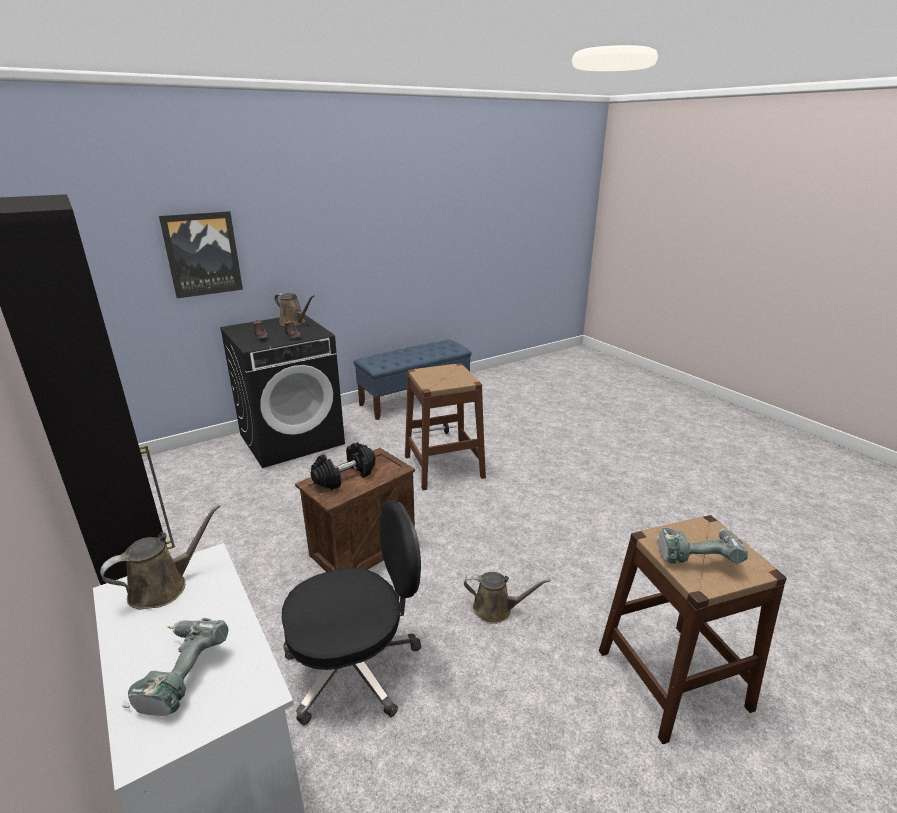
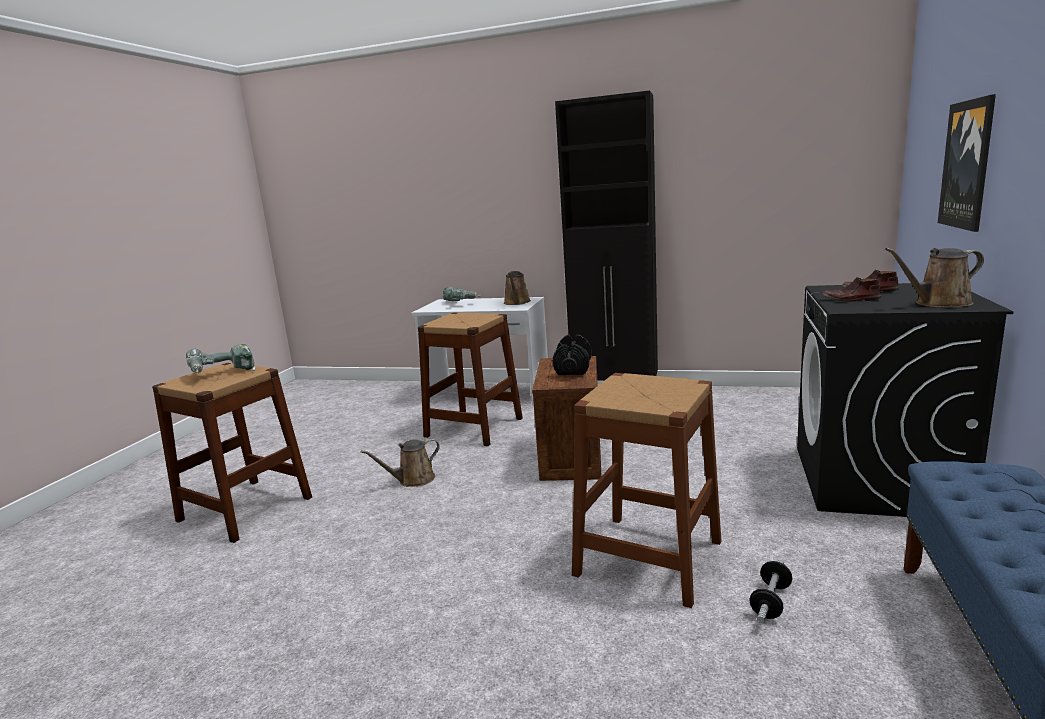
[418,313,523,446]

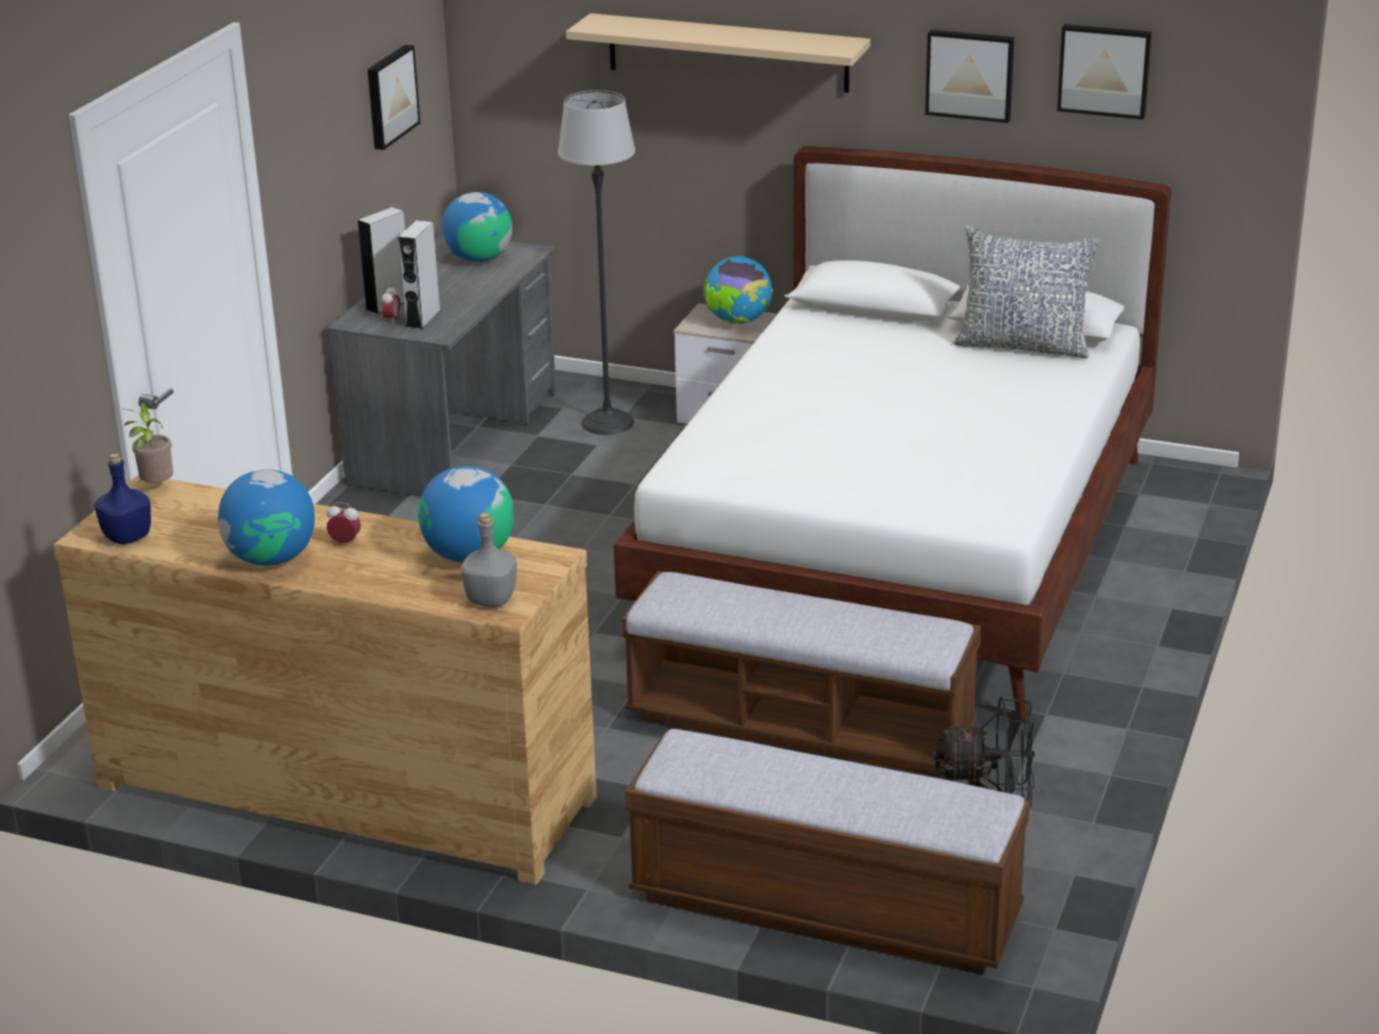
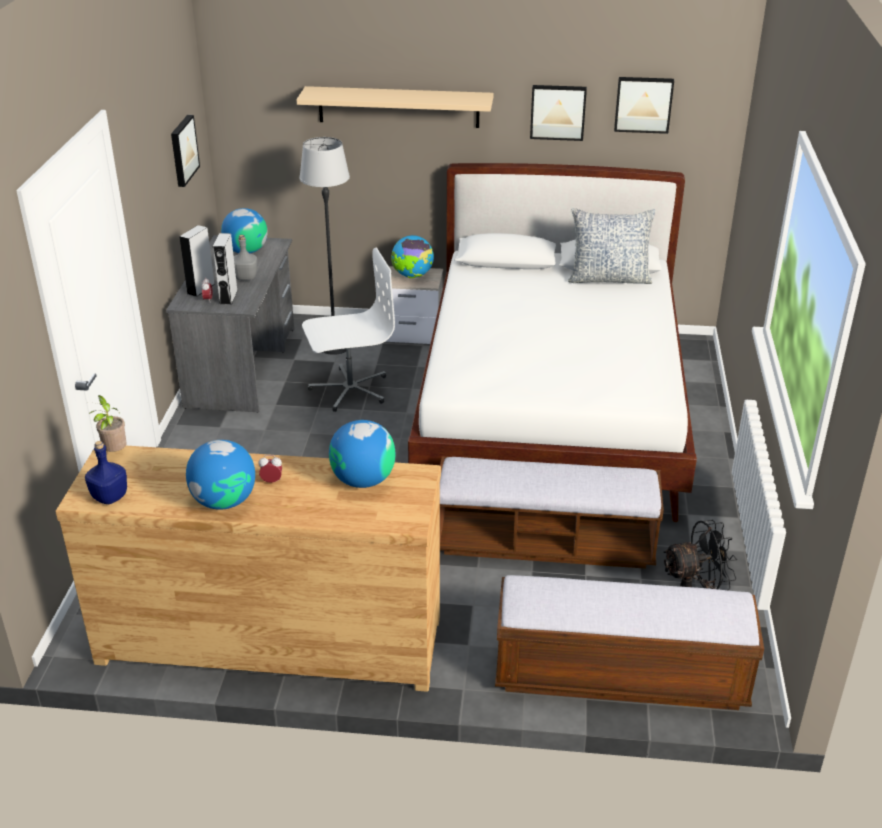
[302,248,395,412]
[234,235,257,281]

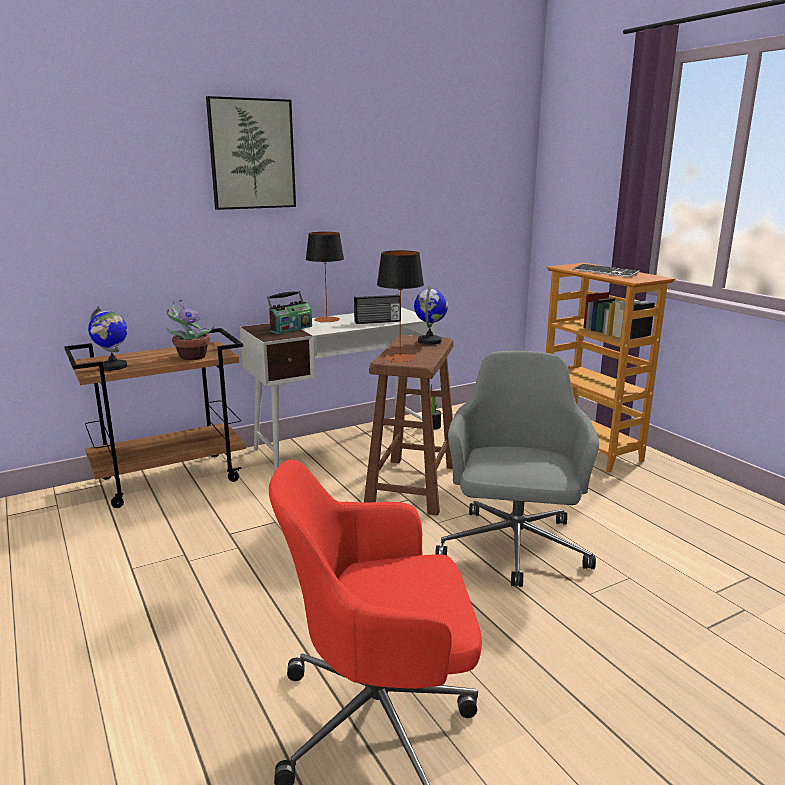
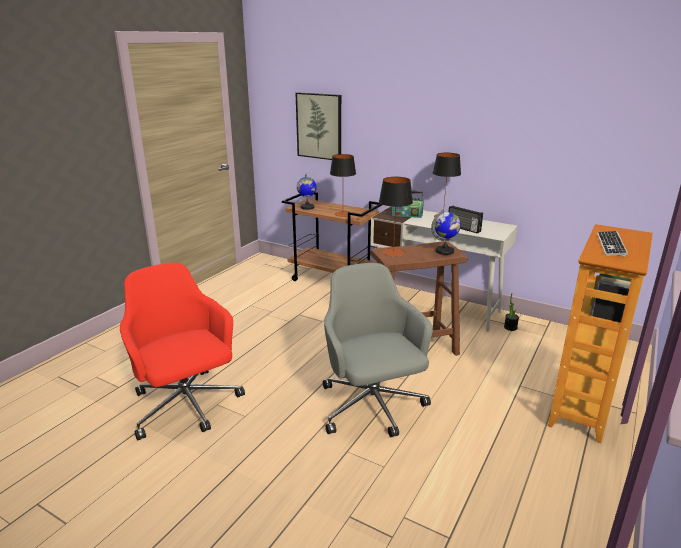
[296,92,341,160]
[330,154,356,217]
[323,263,433,437]

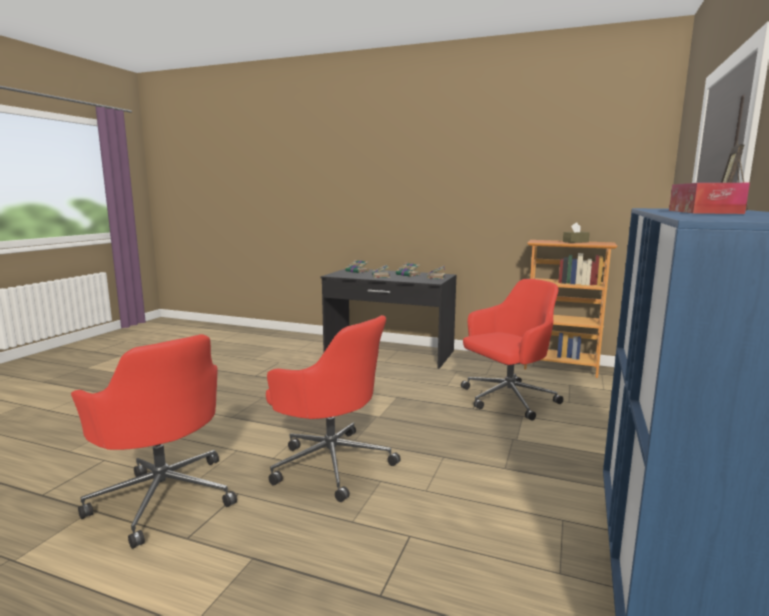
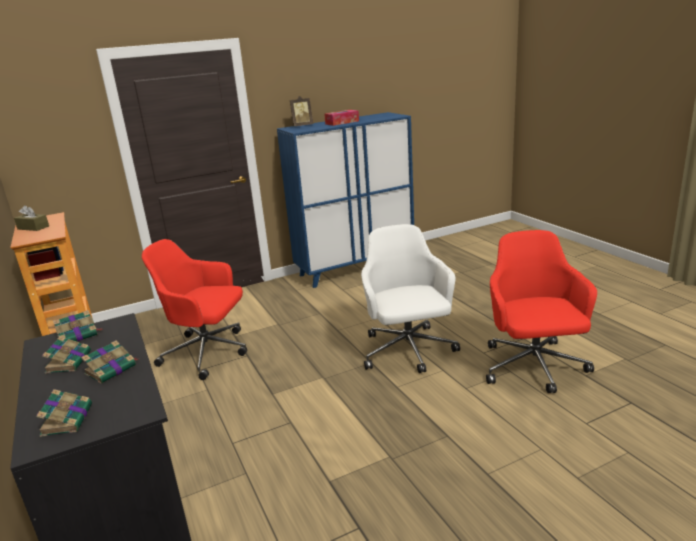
[361,224,460,373]

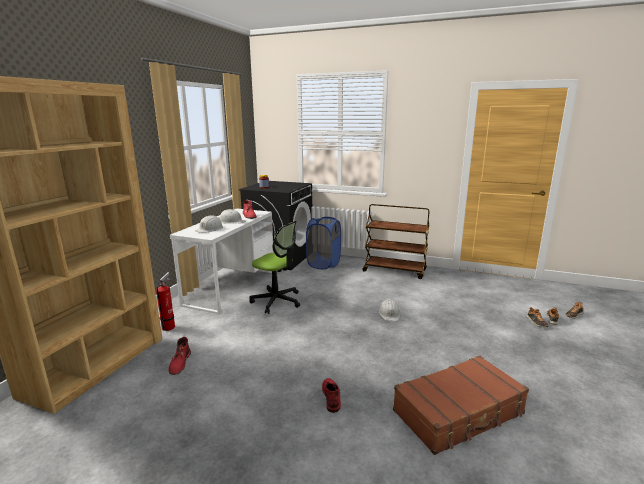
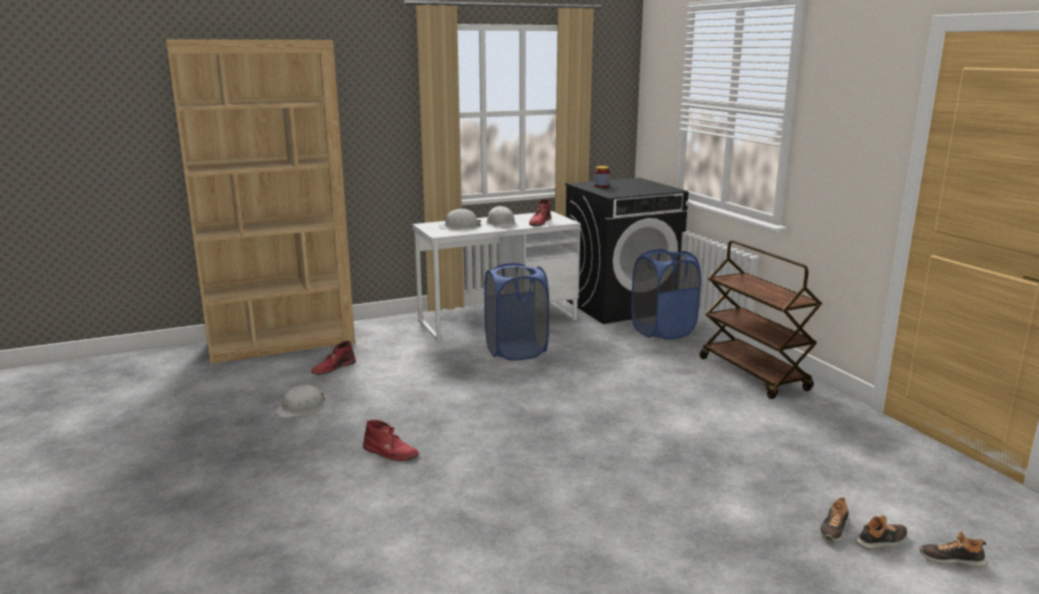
[156,272,175,331] (first image)
[393,355,529,455] (first image)
[274,385,325,418]
[484,263,549,360]
[363,420,419,461]

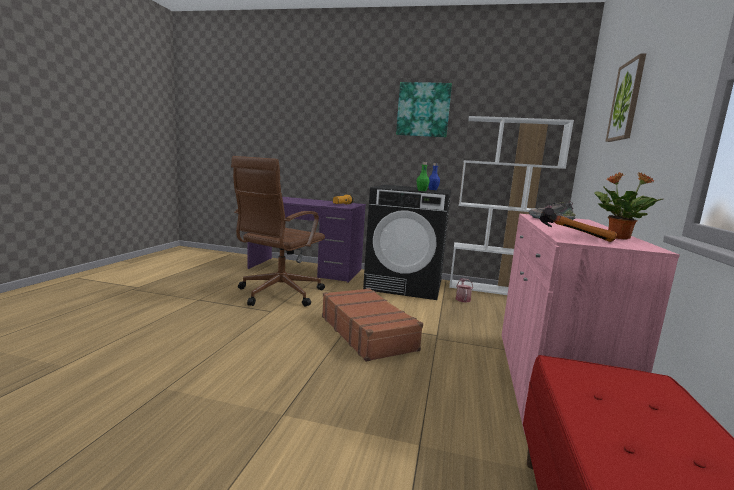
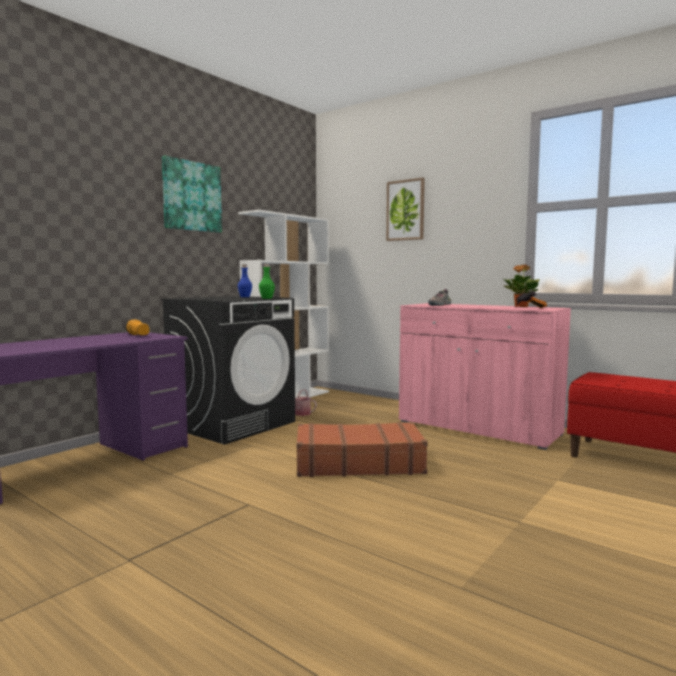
[231,156,325,307] (first image)

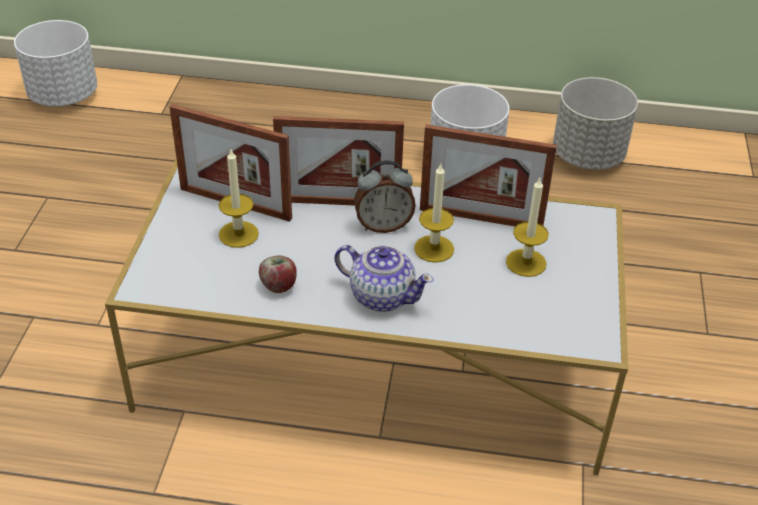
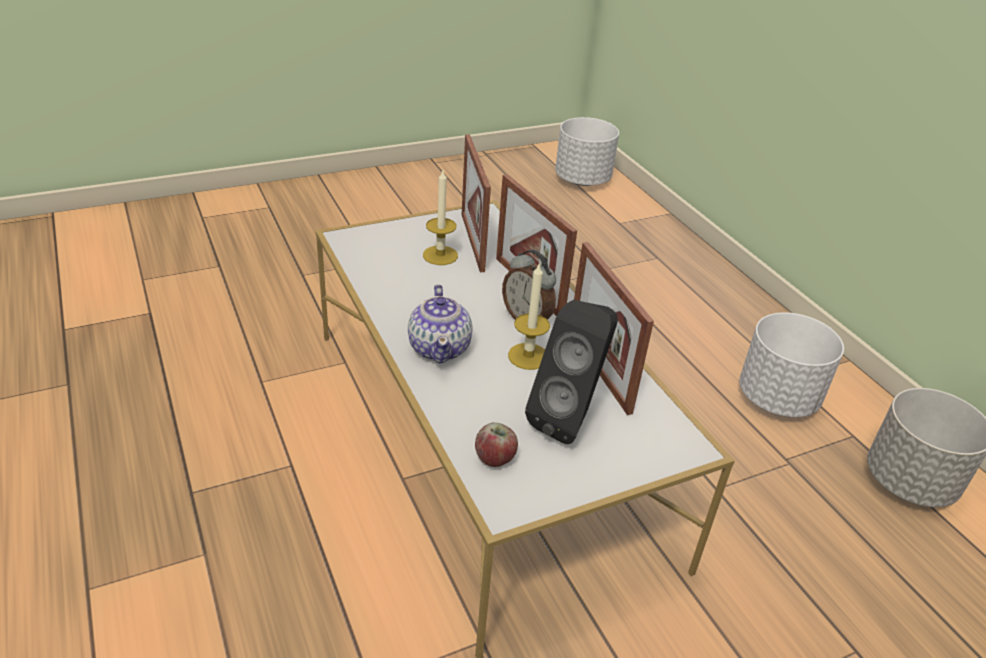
[475,423,518,467]
[525,300,618,444]

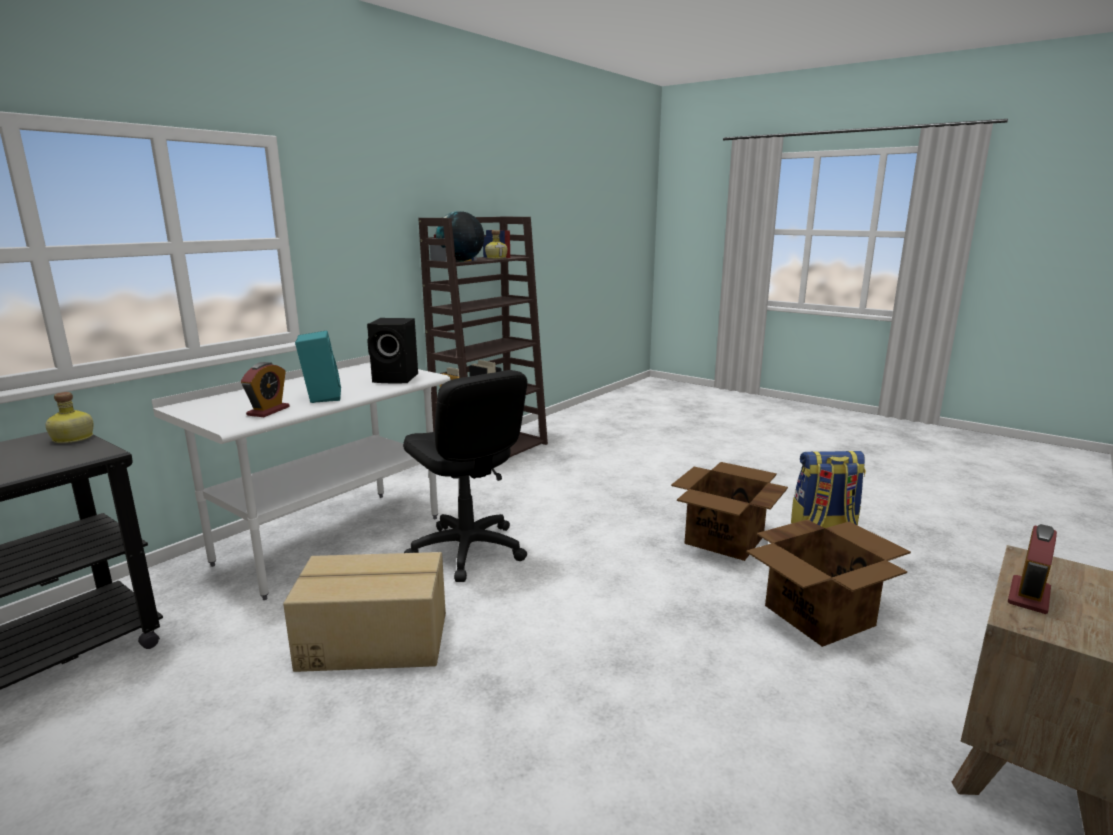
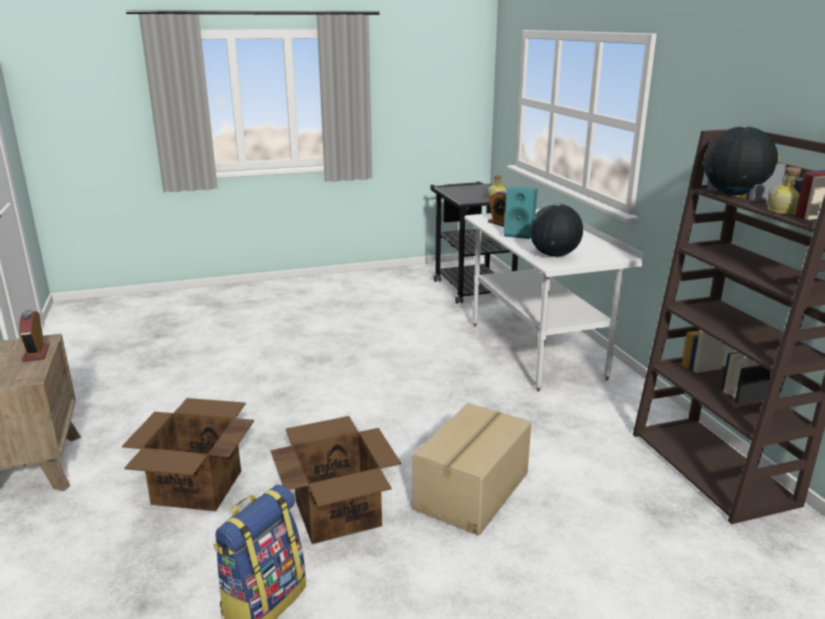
[403,370,527,582] (first image)
[412,403,531,536]
[530,204,583,257]

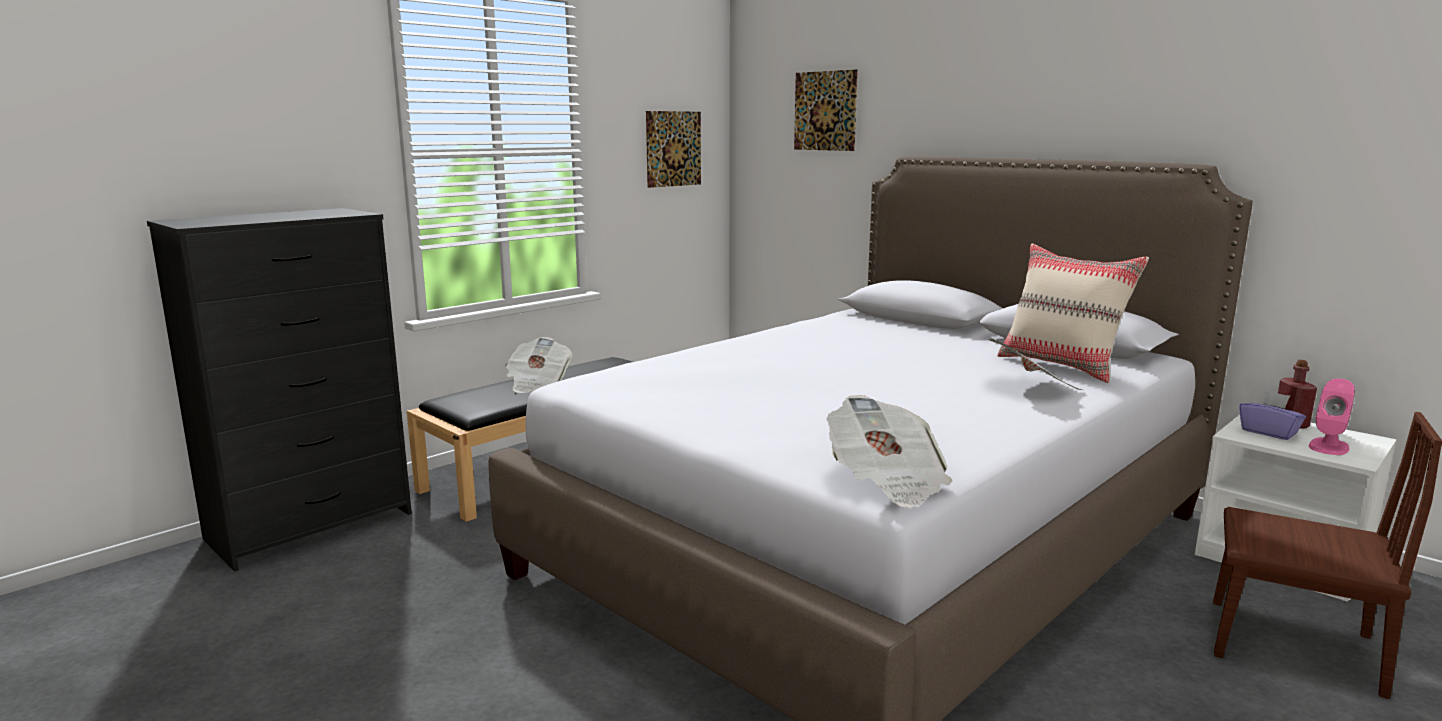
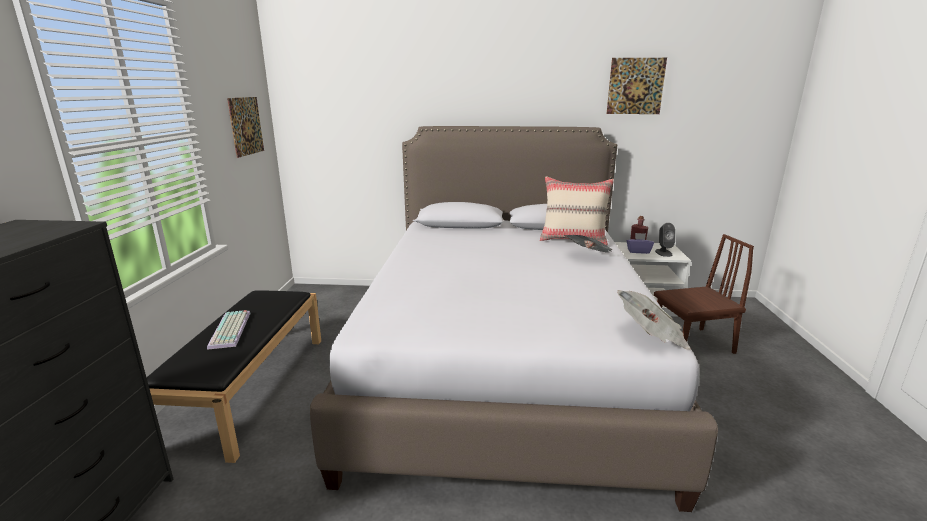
[607,58,667,114]
[207,310,251,350]
[655,223,675,257]

